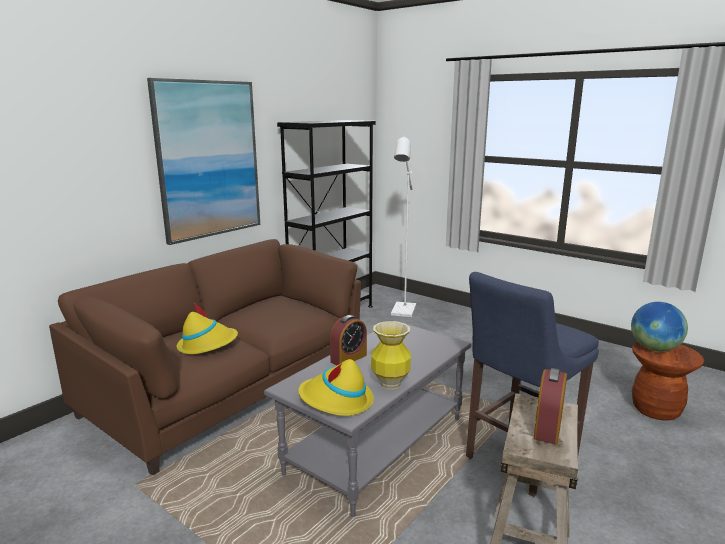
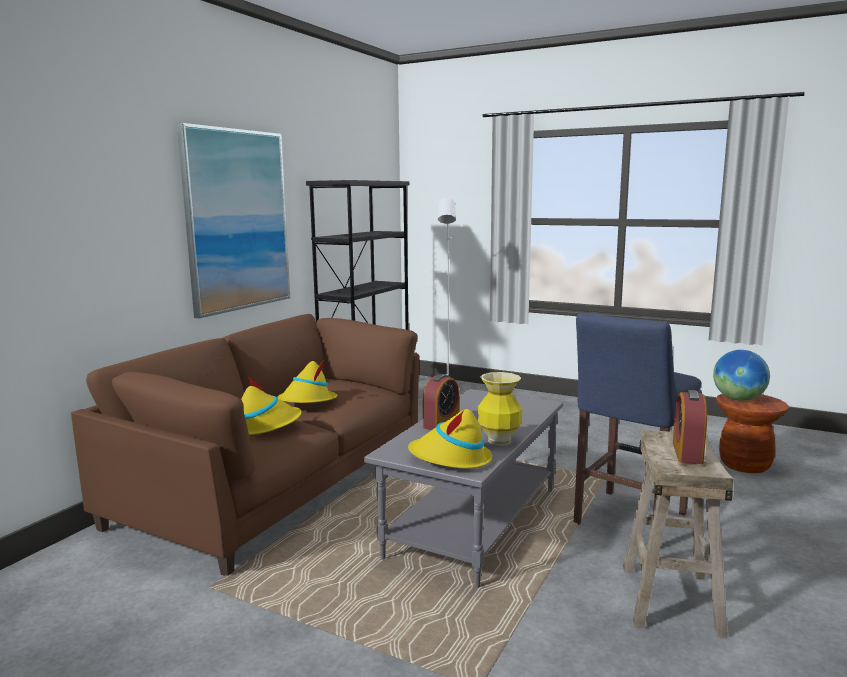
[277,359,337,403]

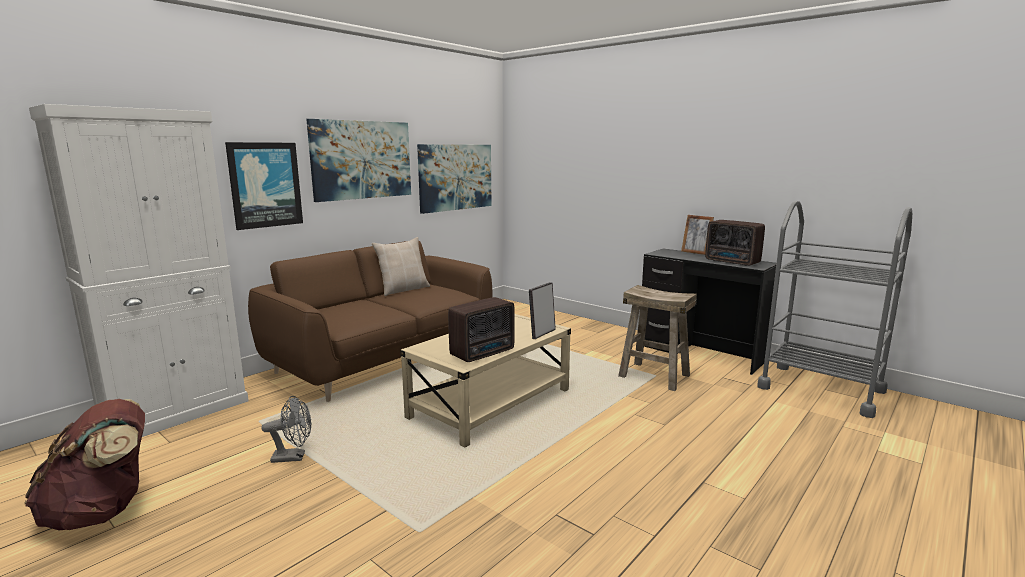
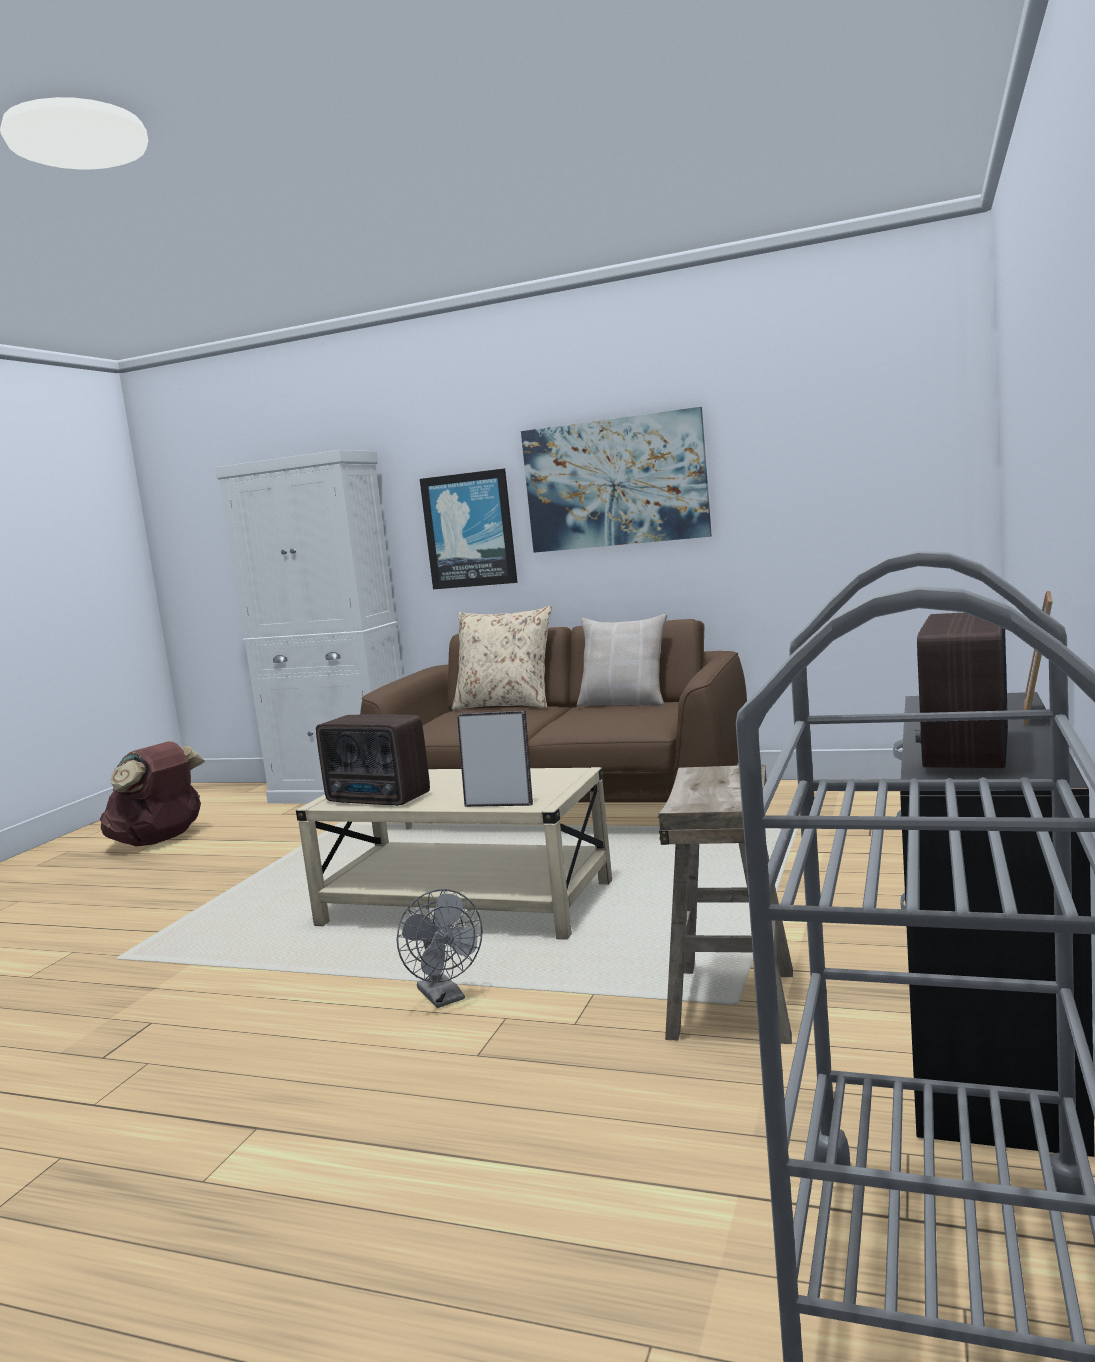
[417,144,492,214] (first image)
[452,606,552,710]
[397,889,483,1008]

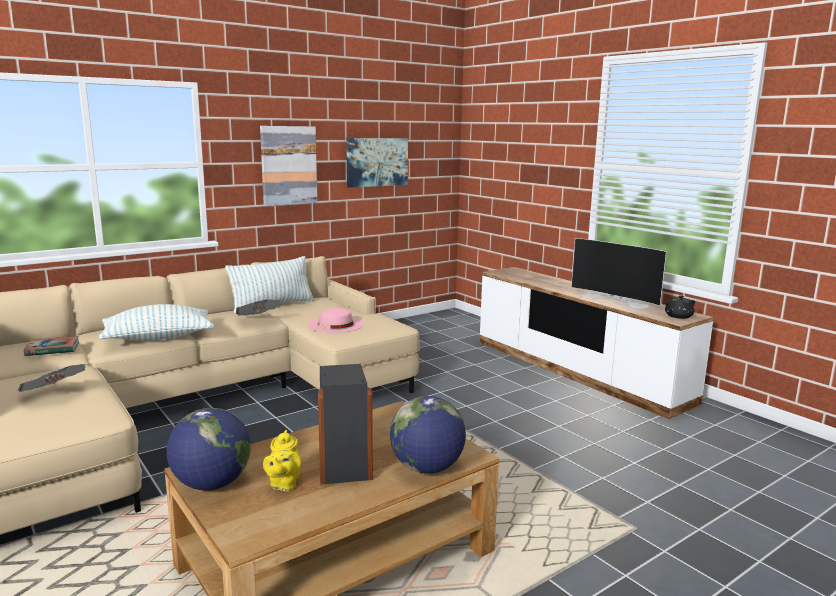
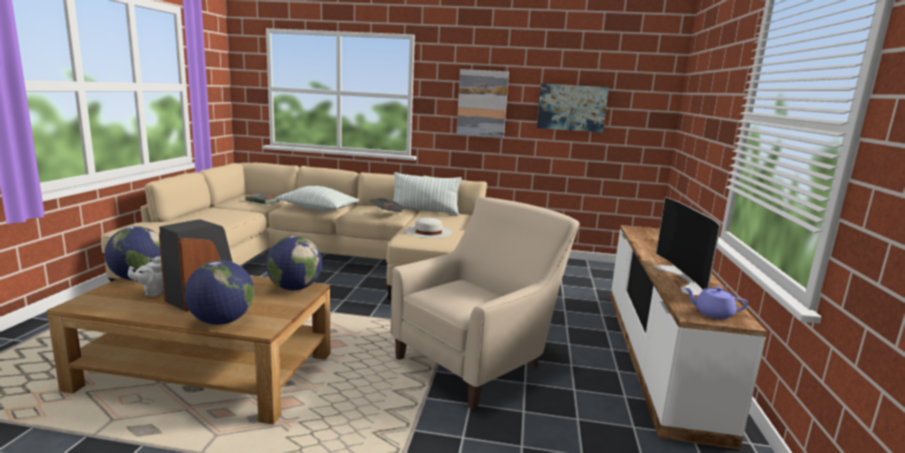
[18,364,85,392] (first image)
[266,236,322,290]
[391,197,580,410]
[128,256,164,297]
[405,217,452,238]
[685,286,748,319]

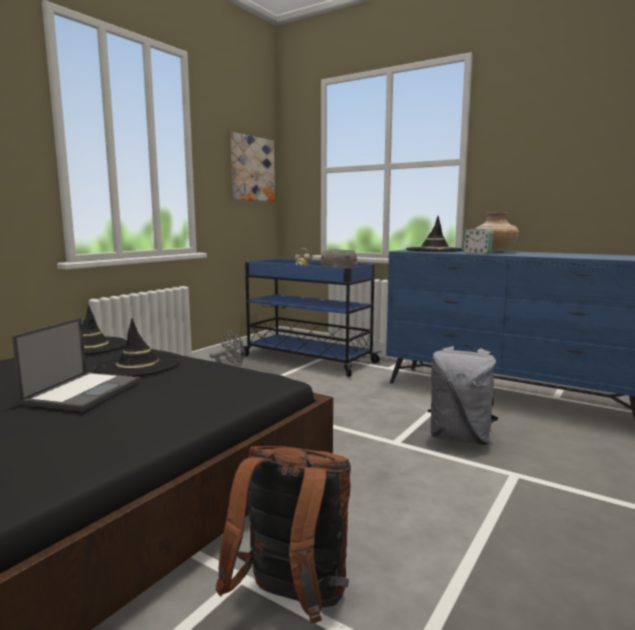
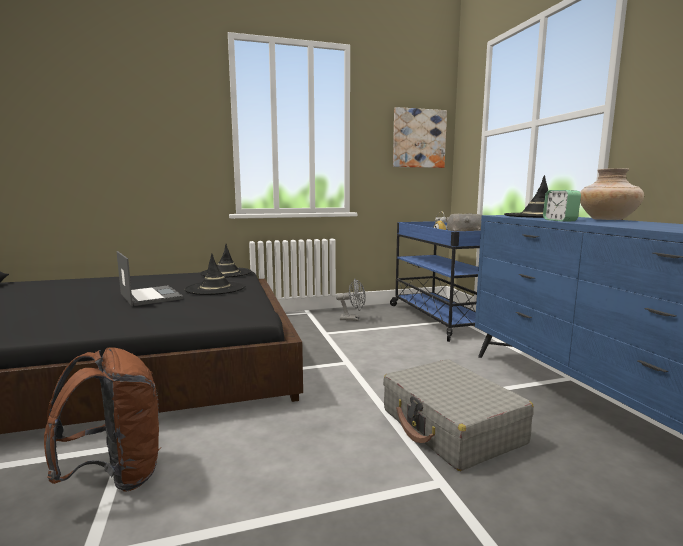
[383,359,534,471]
[117,251,184,306]

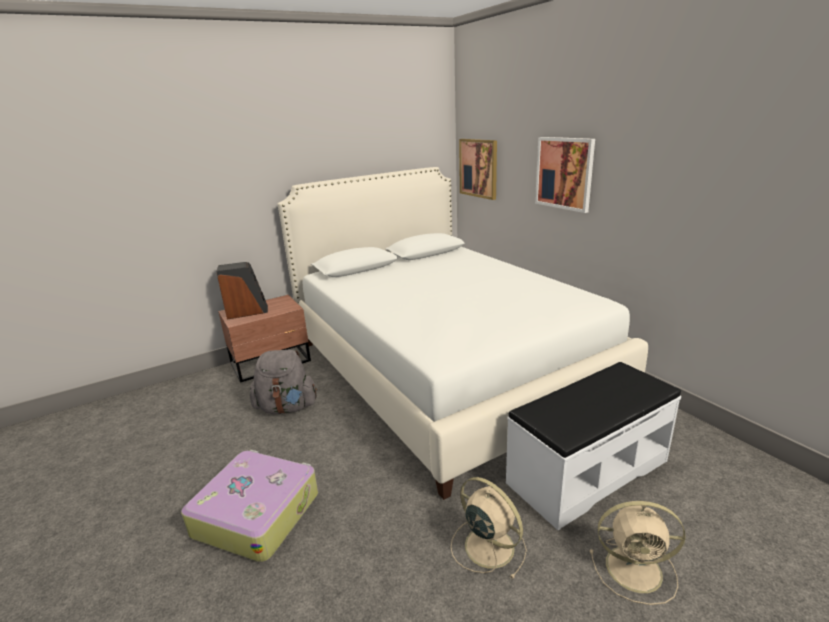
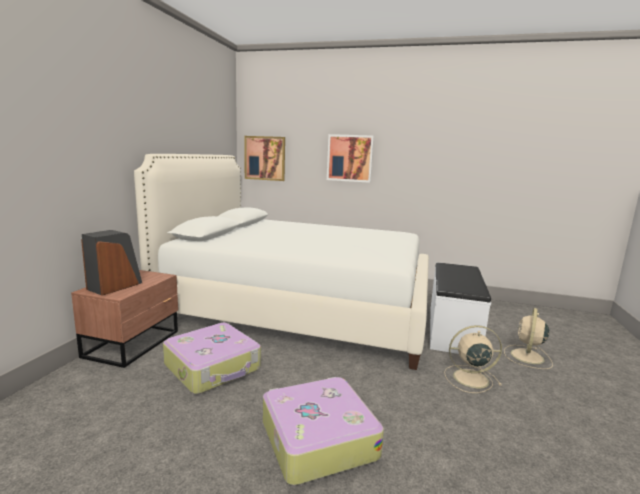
[163,323,261,394]
[504,308,553,369]

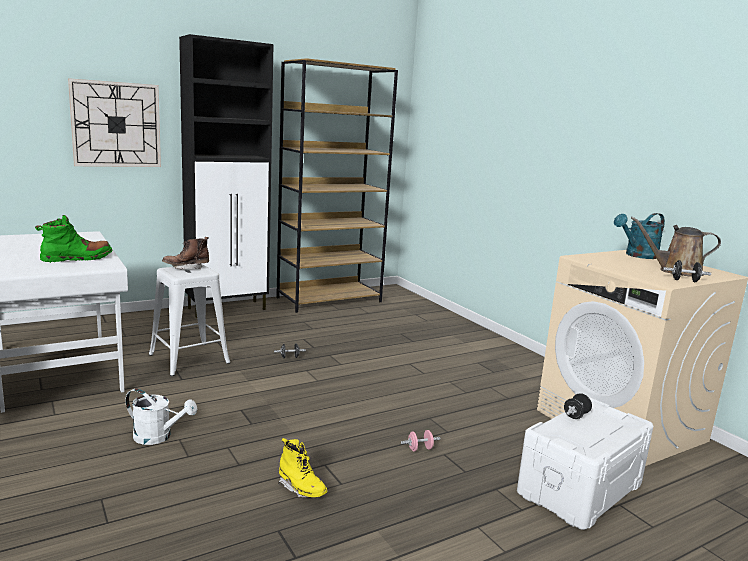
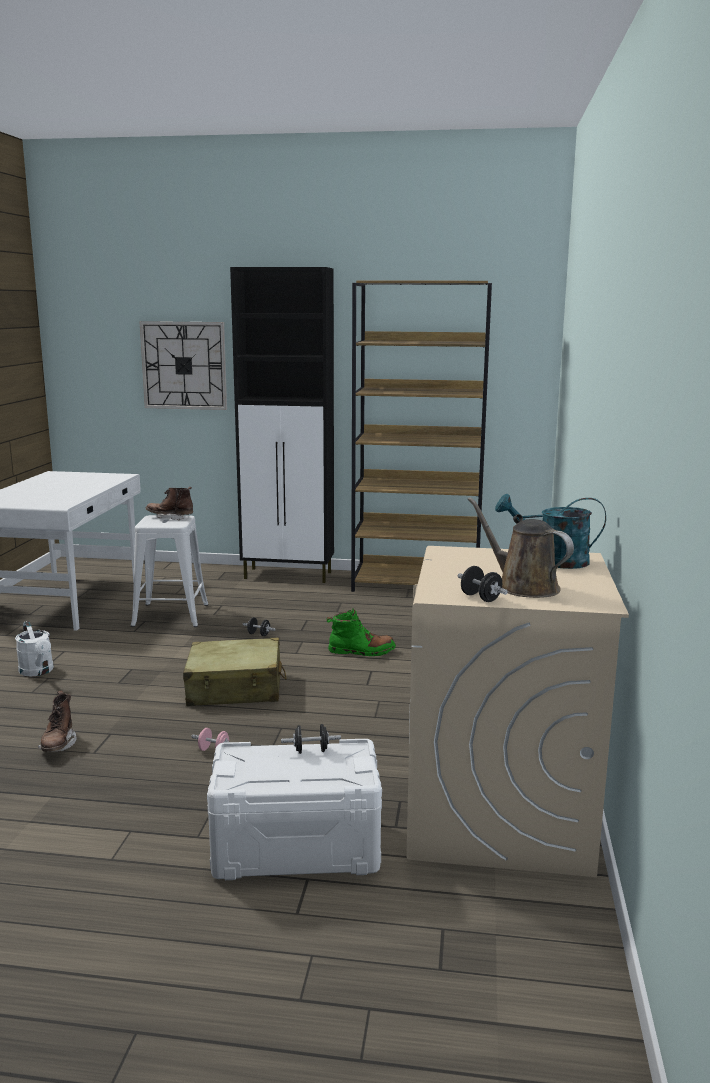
[183,638,287,706]
[326,609,396,656]
[38,690,76,752]

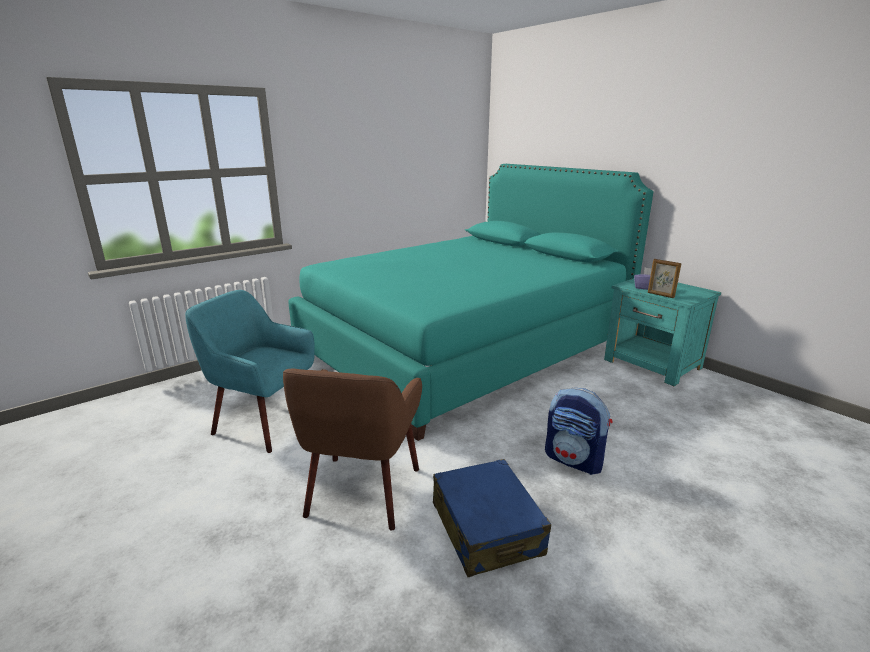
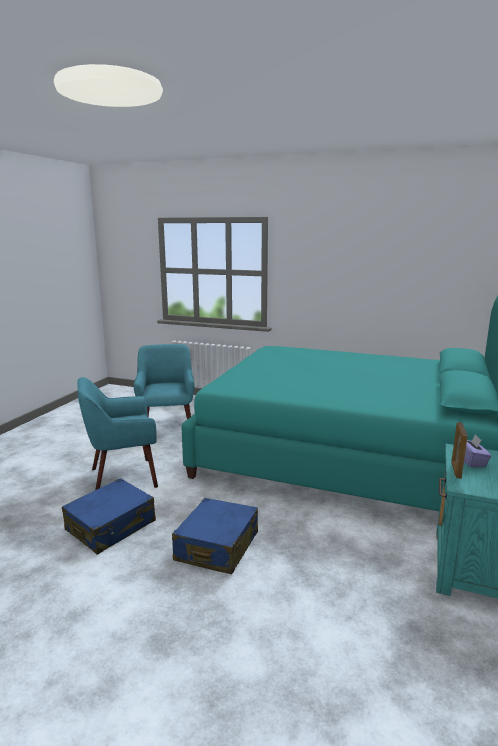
[172,498,258,574]
[77,377,158,490]

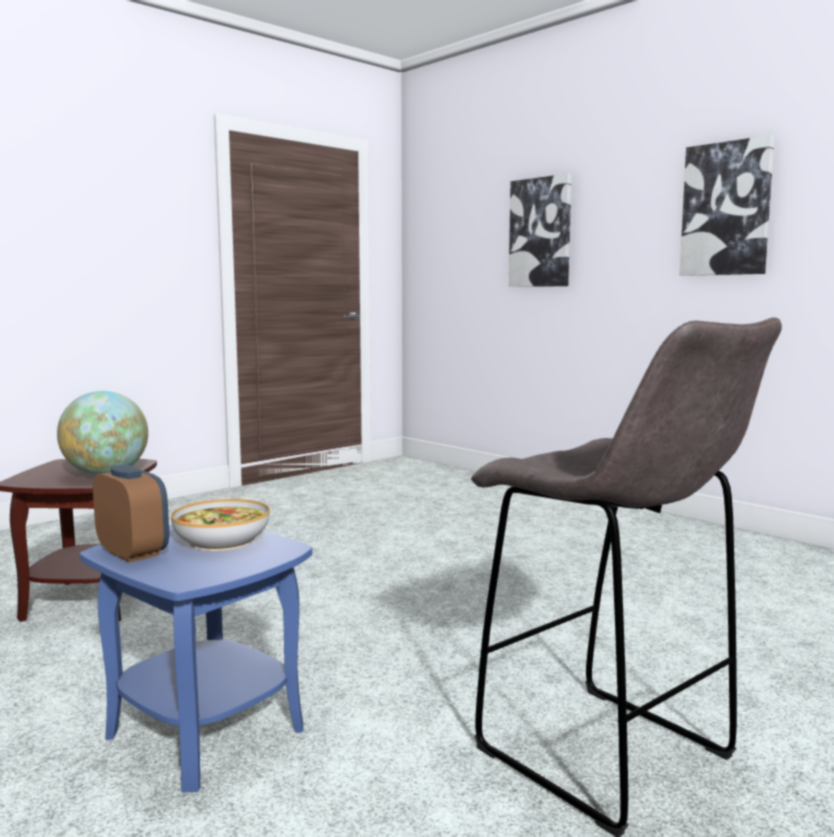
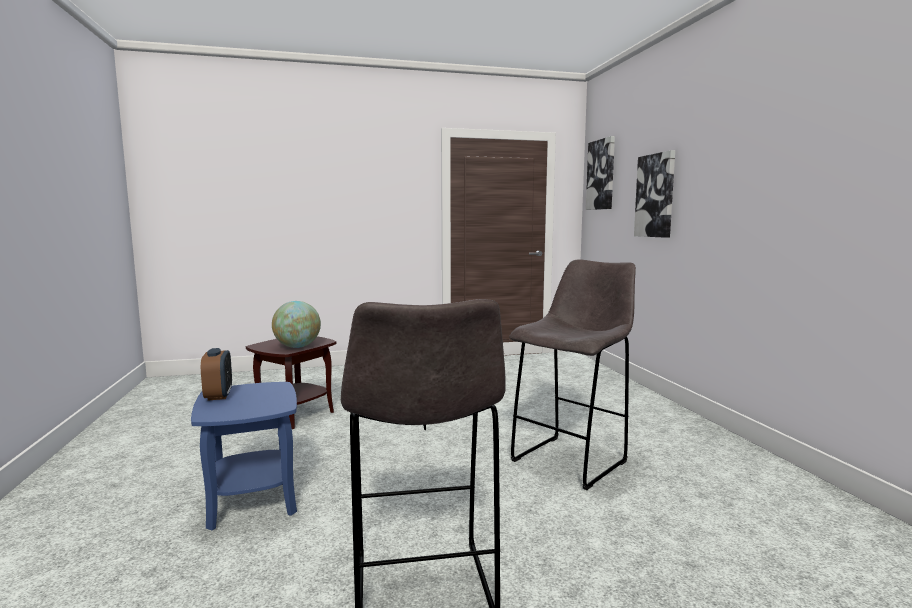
[171,499,270,551] (first image)
[509,259,636,490]
[586,136,615,210]

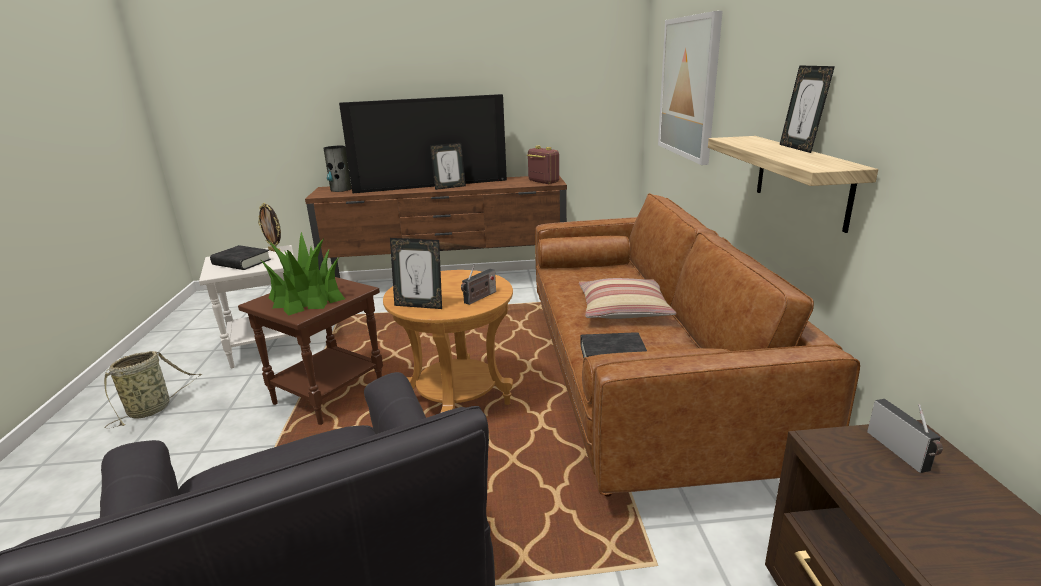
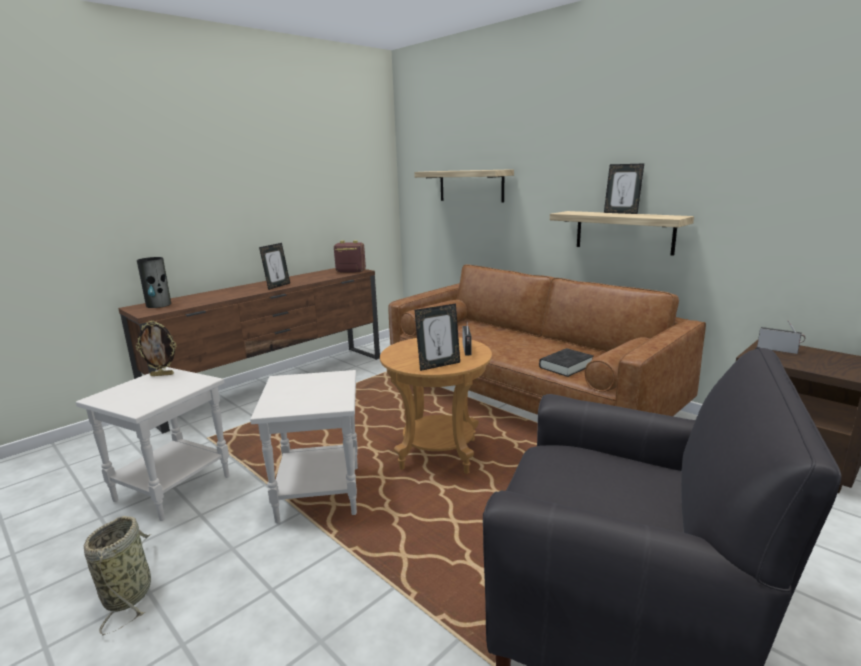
[210,245,271,270] (first image)
[260,232,345,316] (first image)
[339,94,507,193] (first image)
[579,278,676,319] (first image)
[414,169,514,203]
[250,370,358,524]

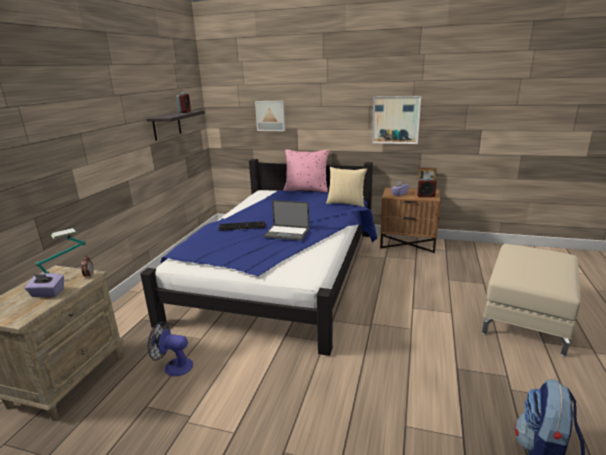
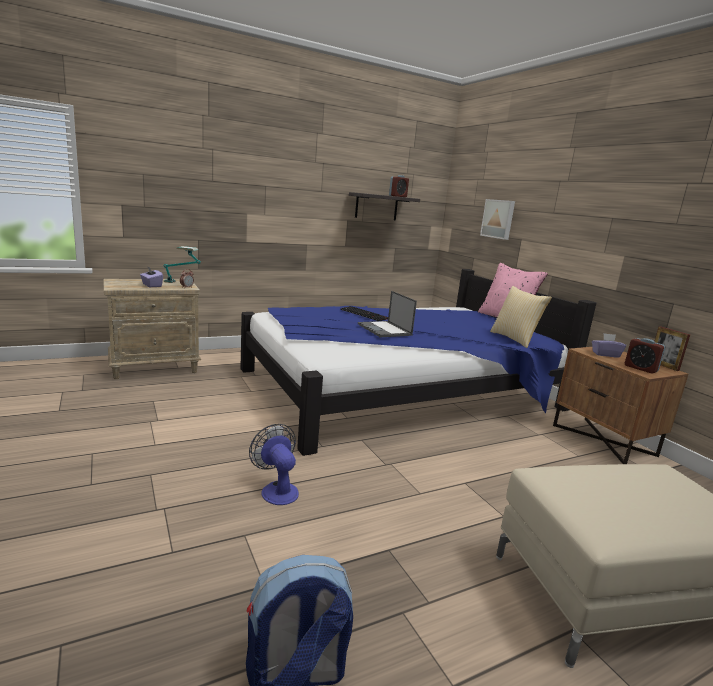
[372,96,421,144] (first image)
[249,424,299,505]

